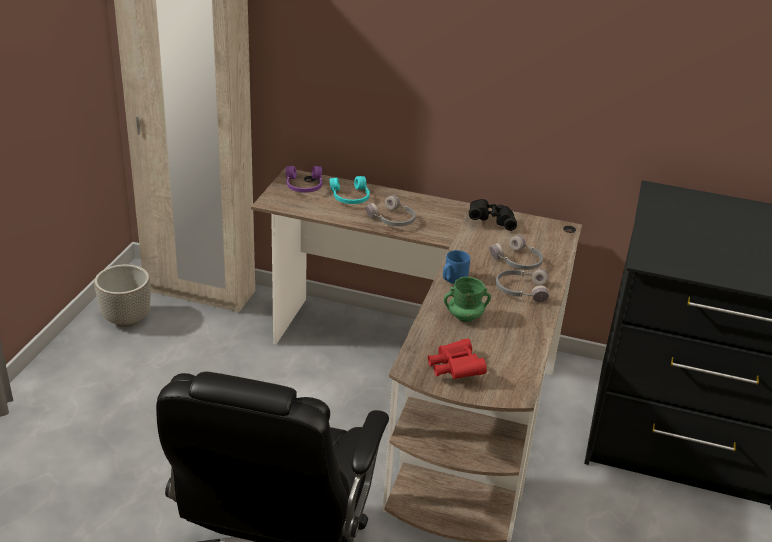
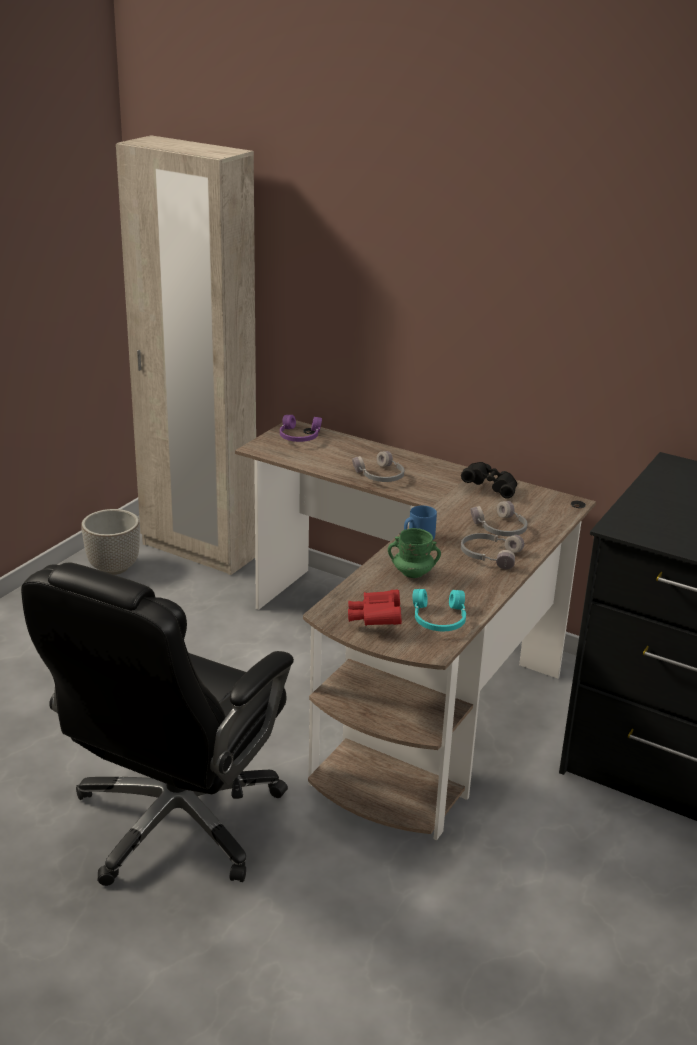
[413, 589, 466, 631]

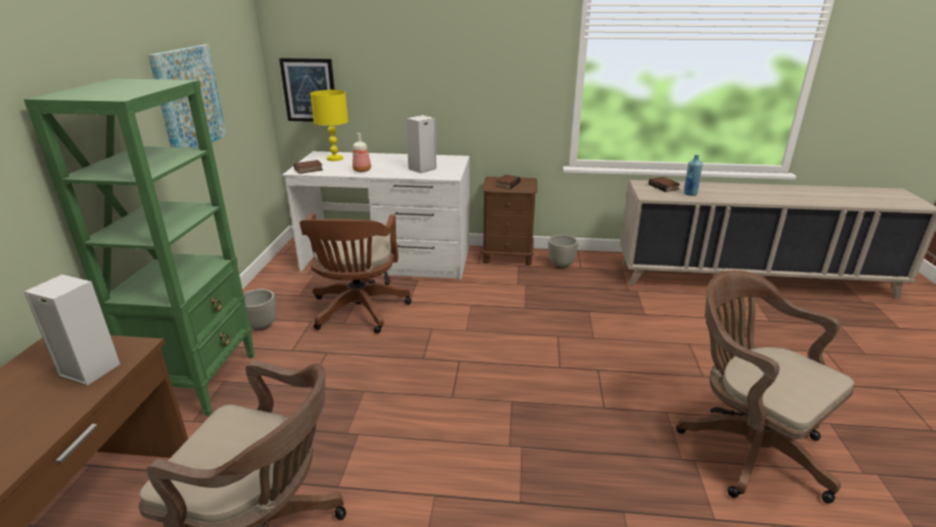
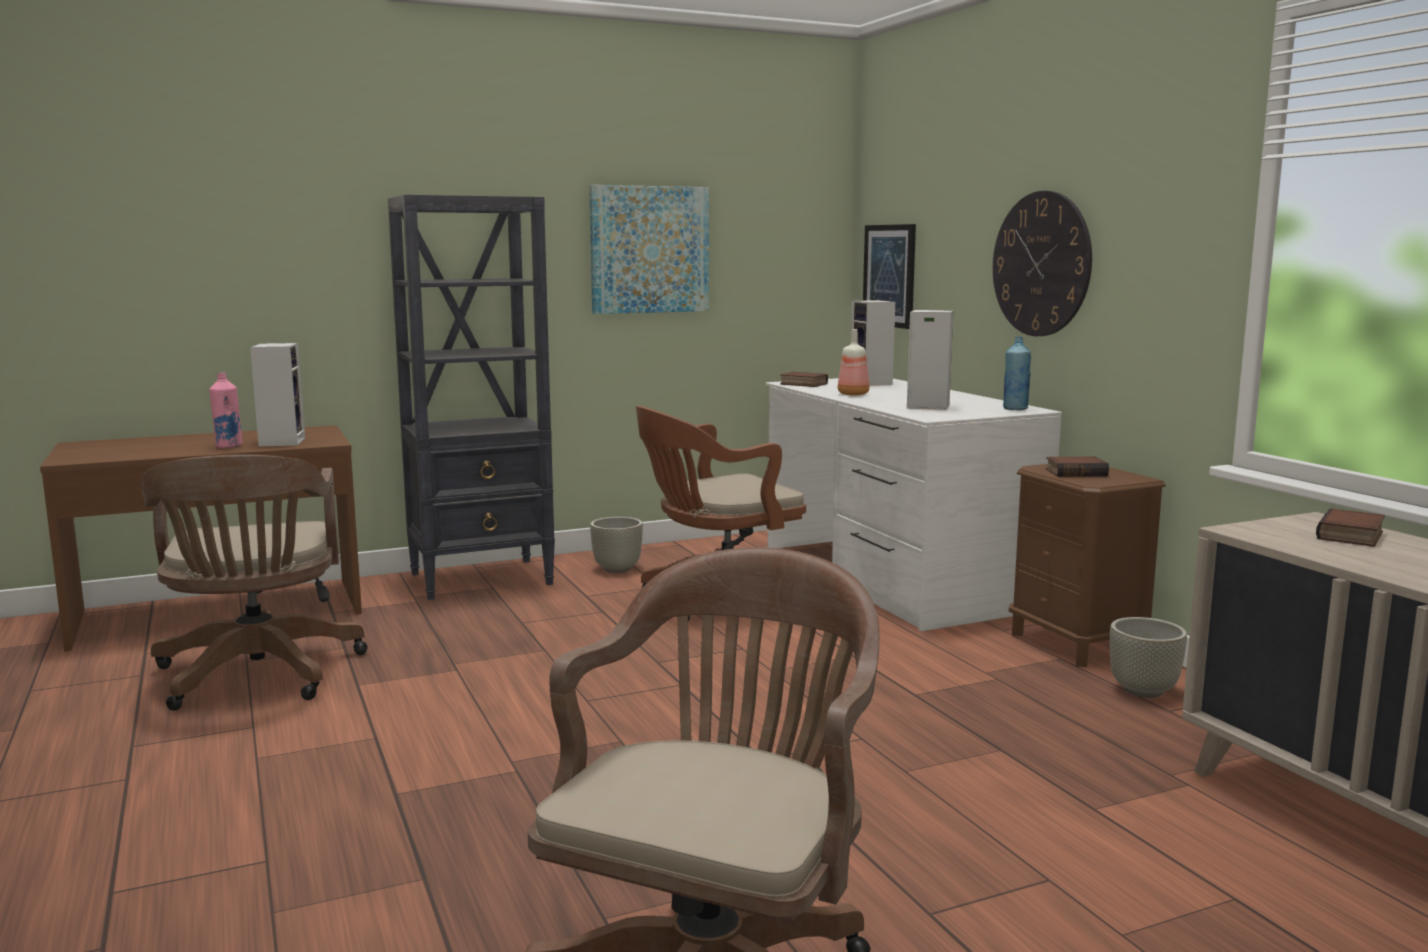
[209, 372, 242, 448]
[993, 191, 1092, 336]
[1003, 337, 1031, 410]
[851, 300, 895, 386]
[388, 195, 555, 600]

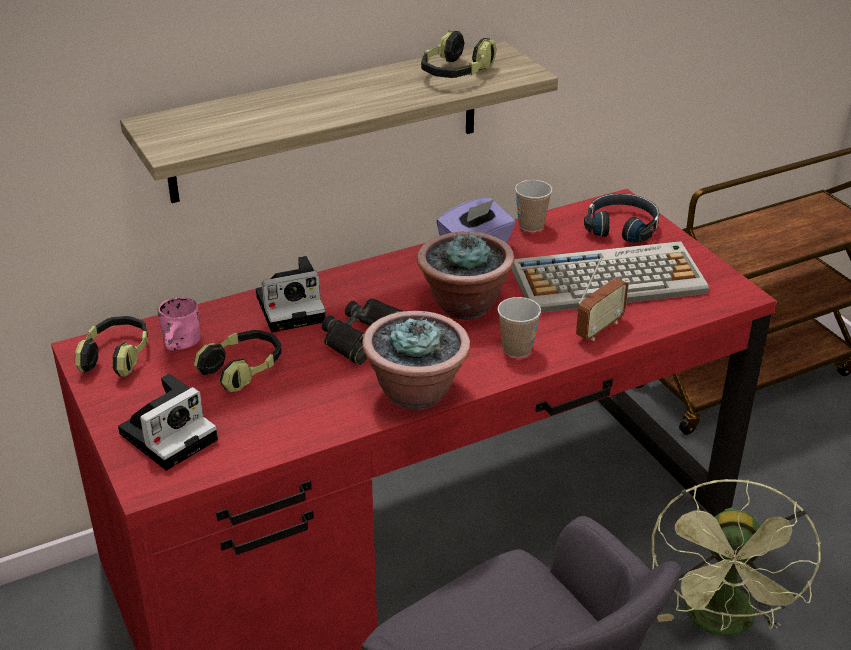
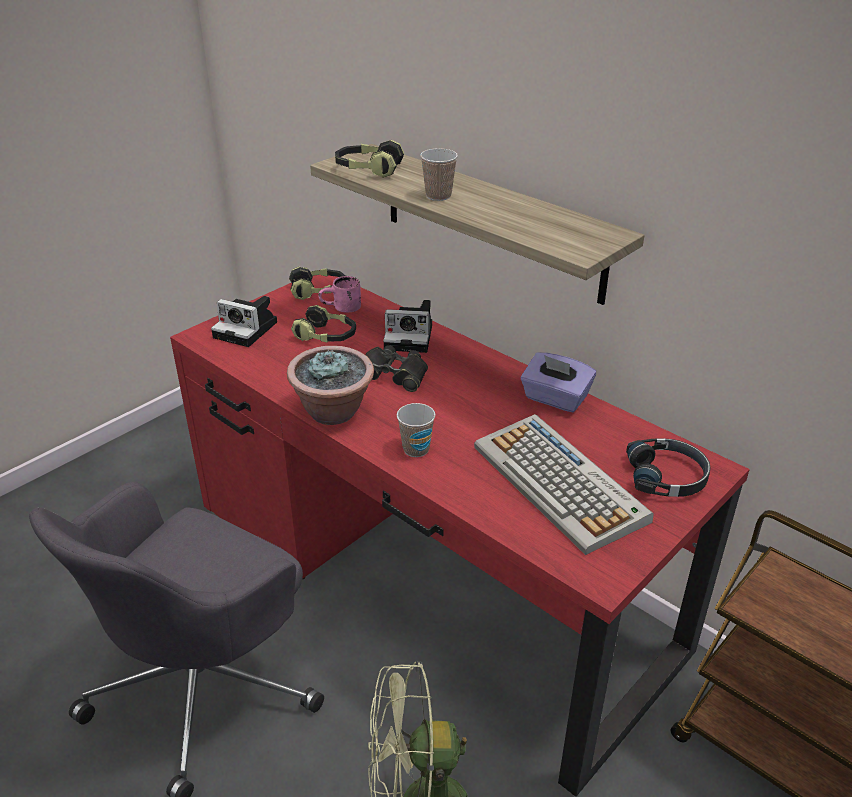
[417, 232, 515, 320] (first image)
[576, 258, 629, 341] (first image)
[335, 140, 404, 178]
[420, 148, 458, 201]
[383, 300, 432, 353]

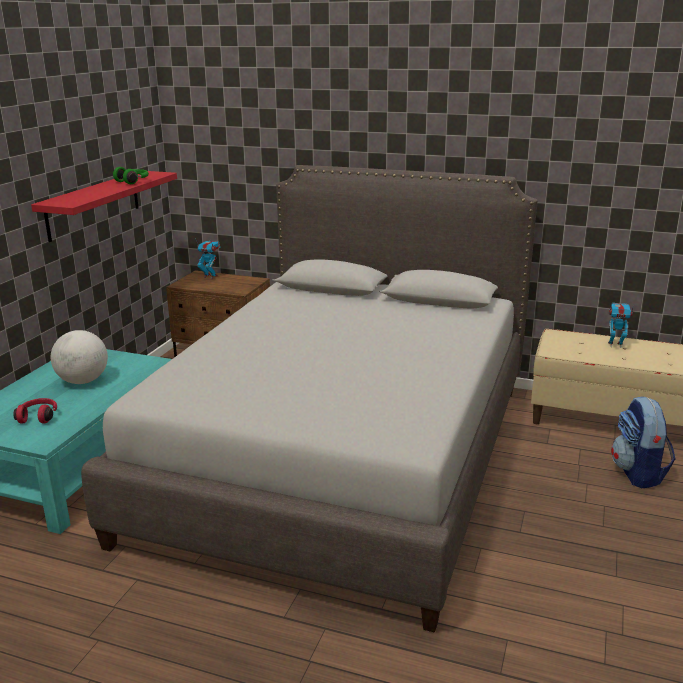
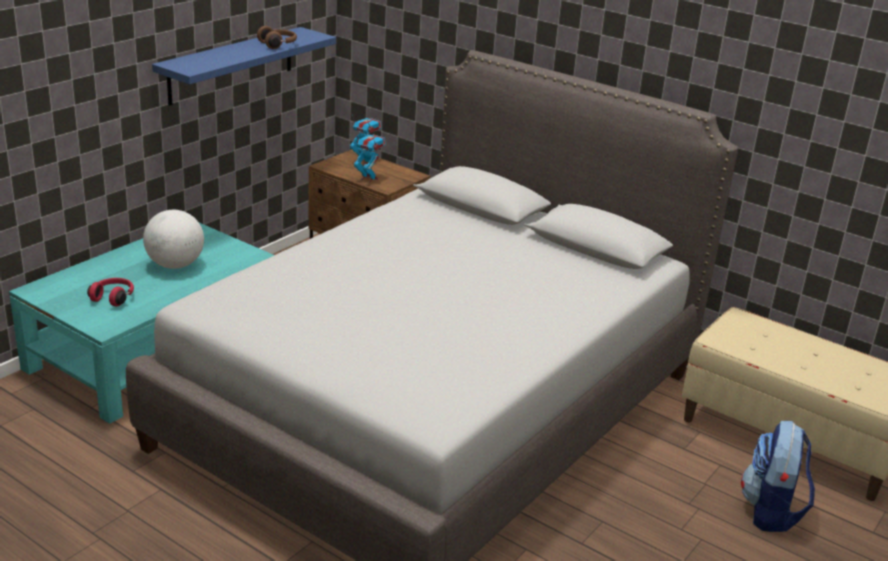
[354, 131, 386, 182]
[152, 27, 336, 106]
[257, 26, 297, 49]

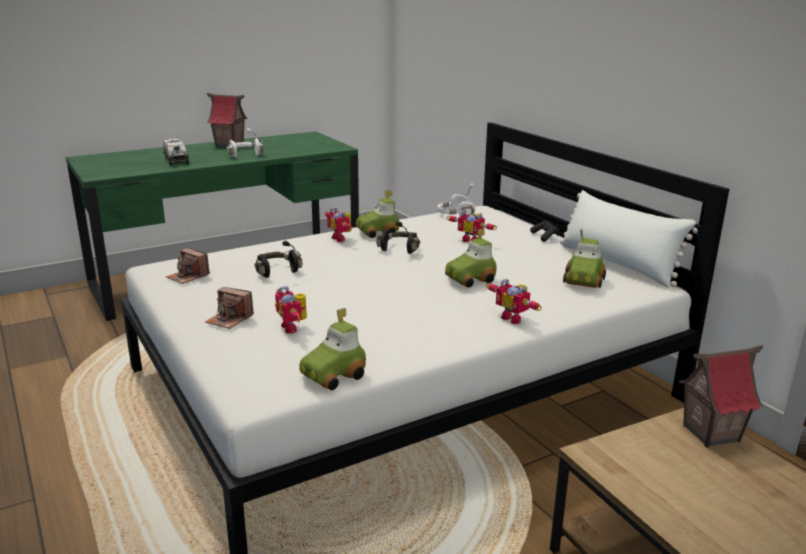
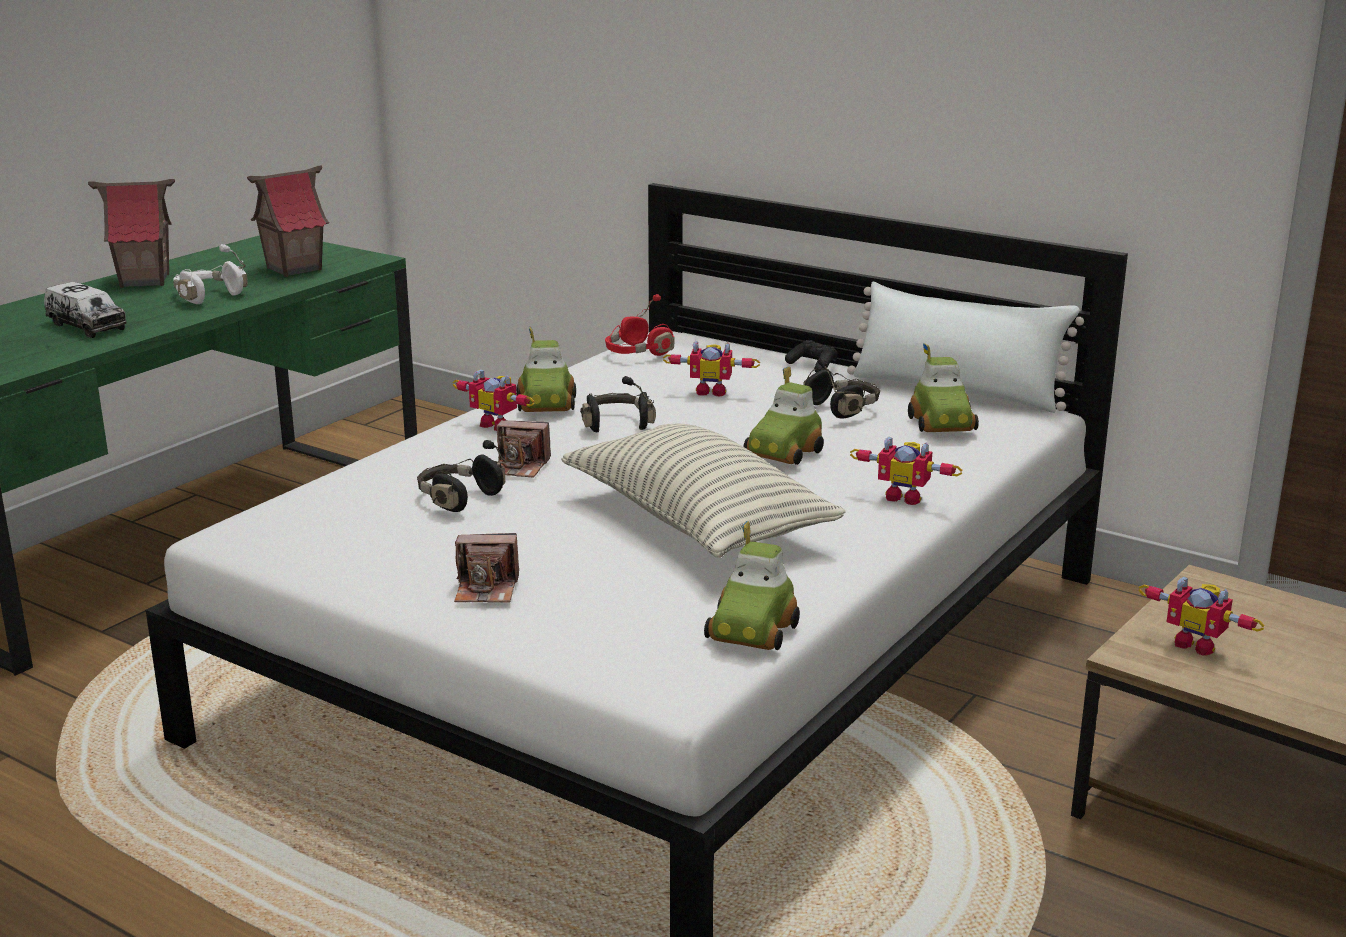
[562, 424, 846, 558]
[804, 357, 880, 419]
[497, 420, 551, 478]
[1138, 577, 1265, 655]
[247, 165, 329, 277]
[605, 294, 674, 356]
[516, 327, 576, 412]

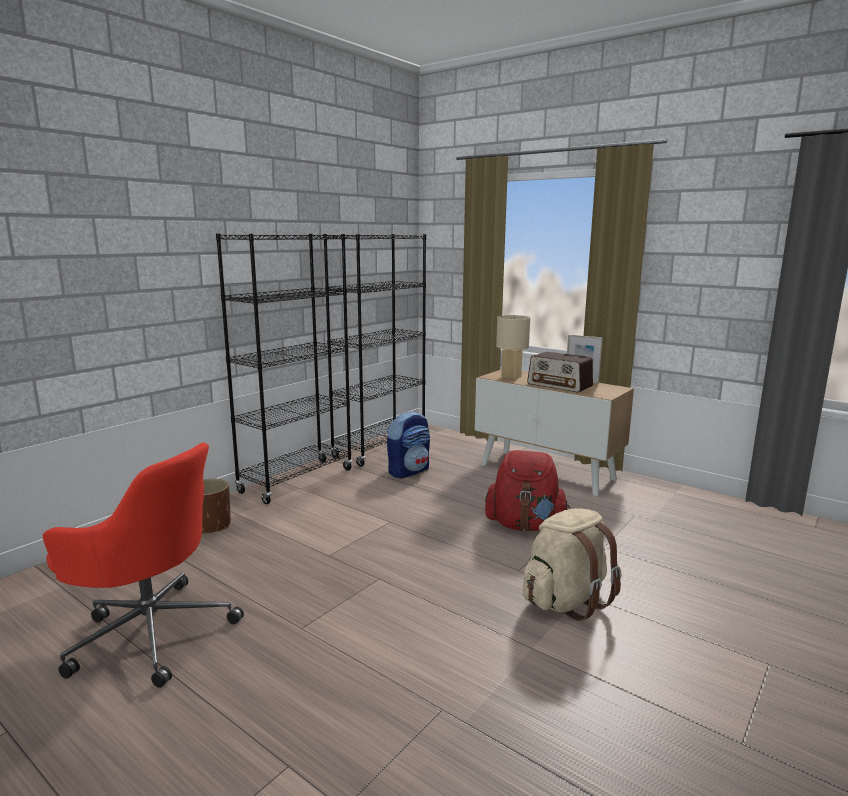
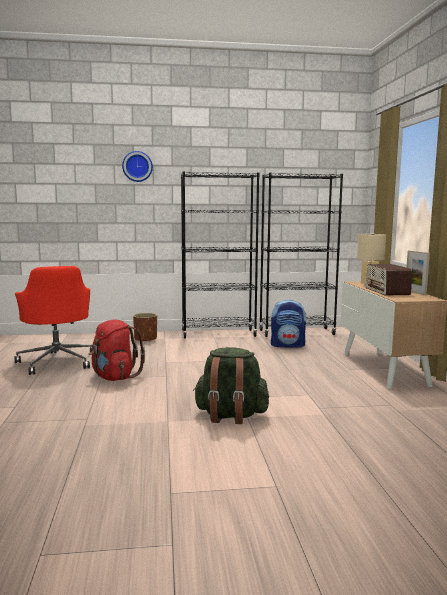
[122, 151, 153, 182]
[89, 320, 145, 381]
[193, 347, 269, 424]

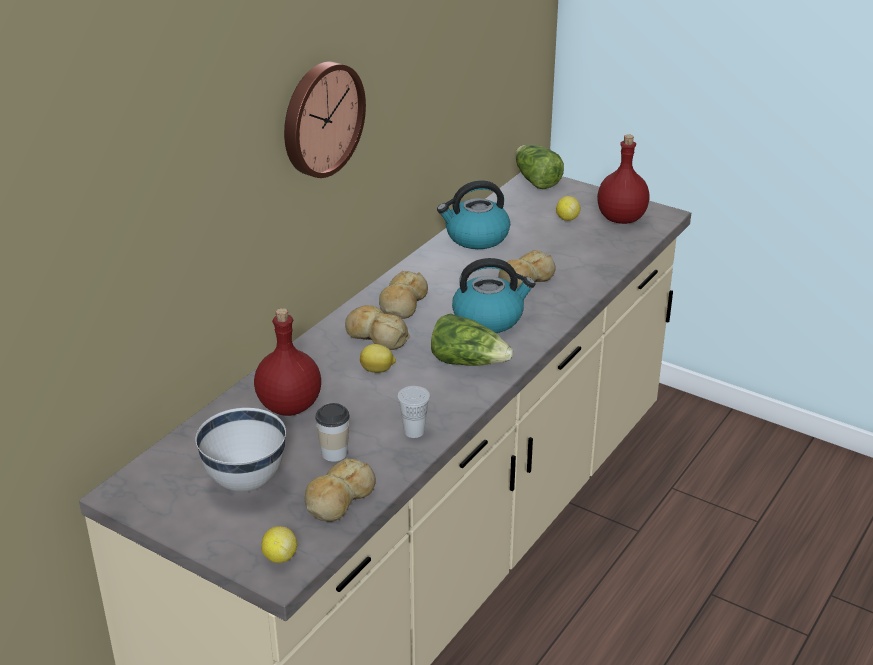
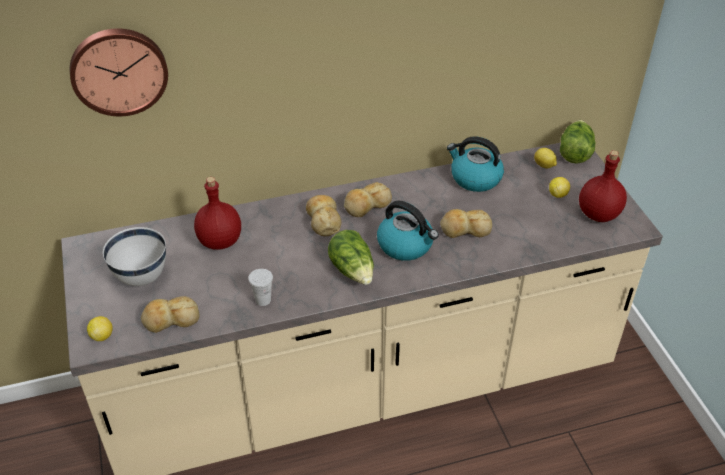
[315, 403, 350, 462] (first image)
[70, 28, 168, 116]
[534, 148, 557, 168]

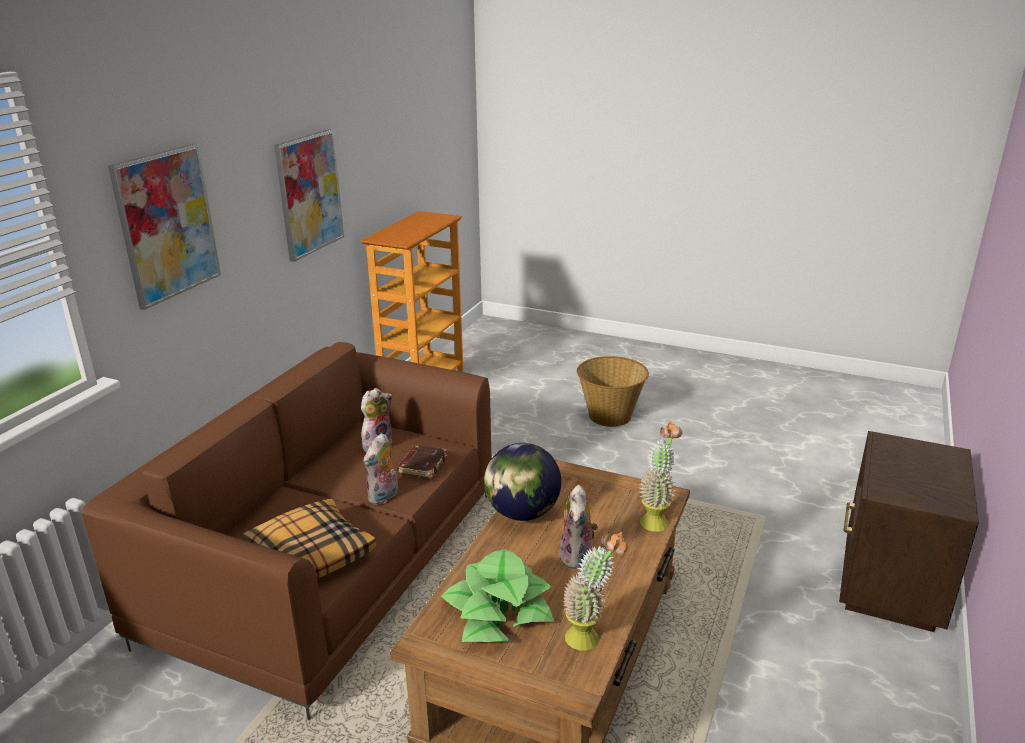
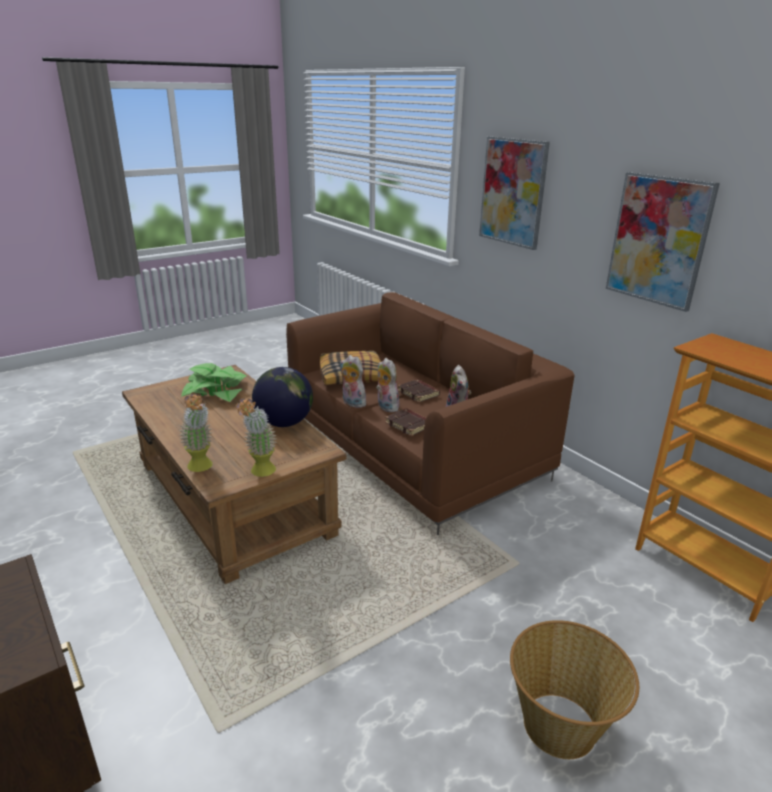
[398, 379, 440, 403]
[340, 355, 366, 408]
[235, 397, 277, 477]

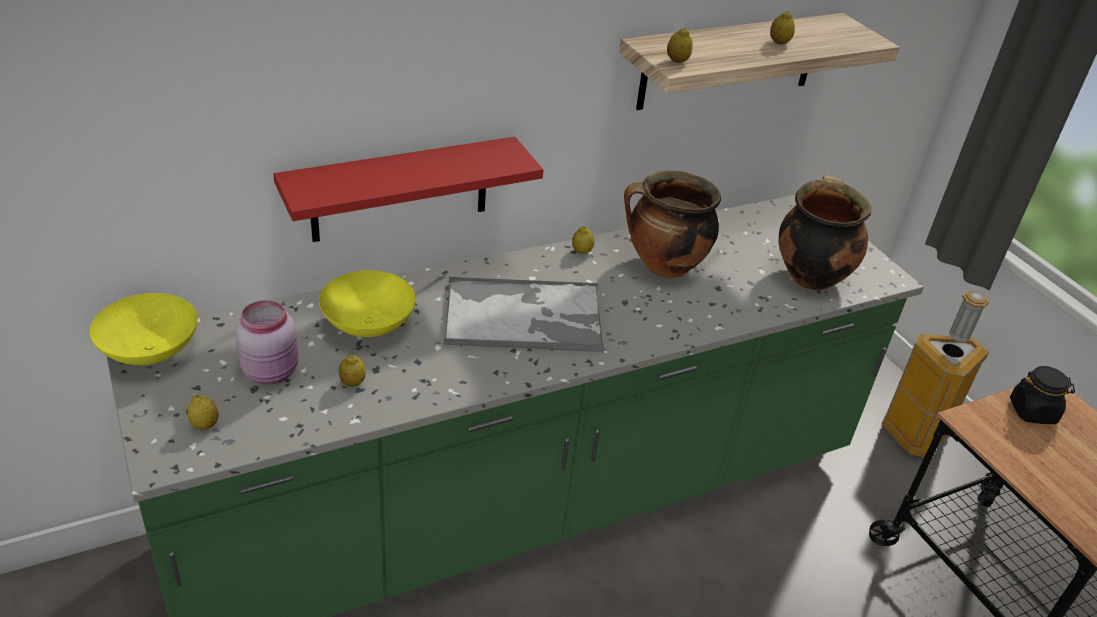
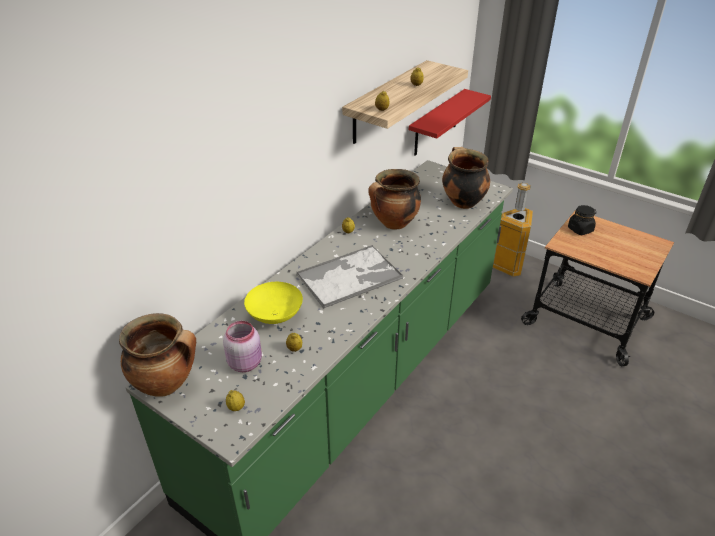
[409, 89, 491, 156]
[119, 313, 196, 397]

